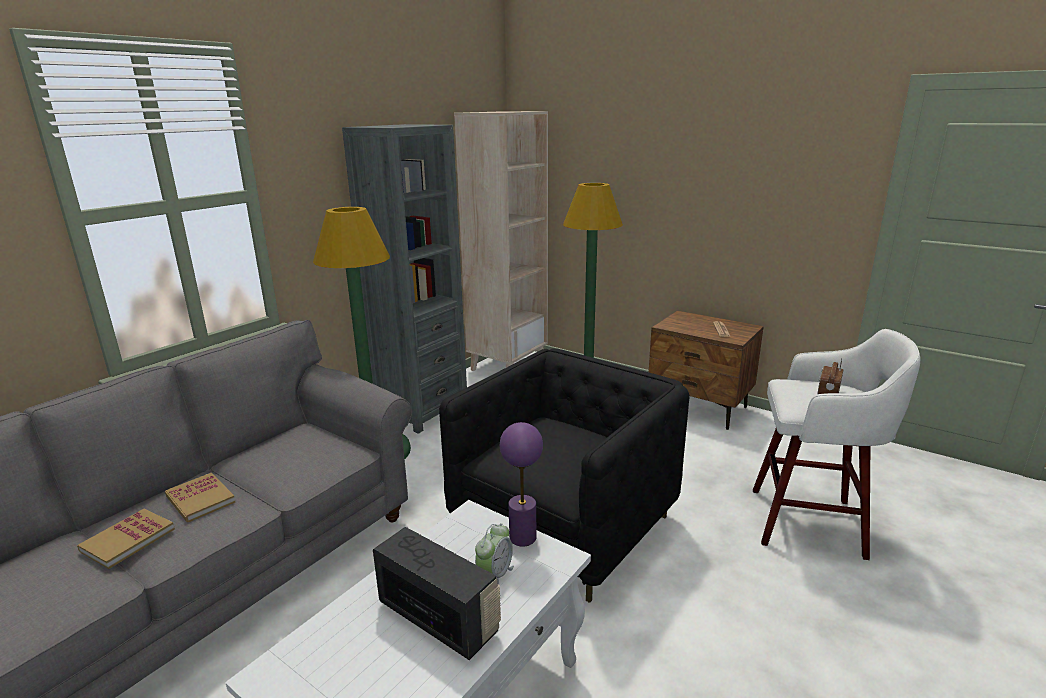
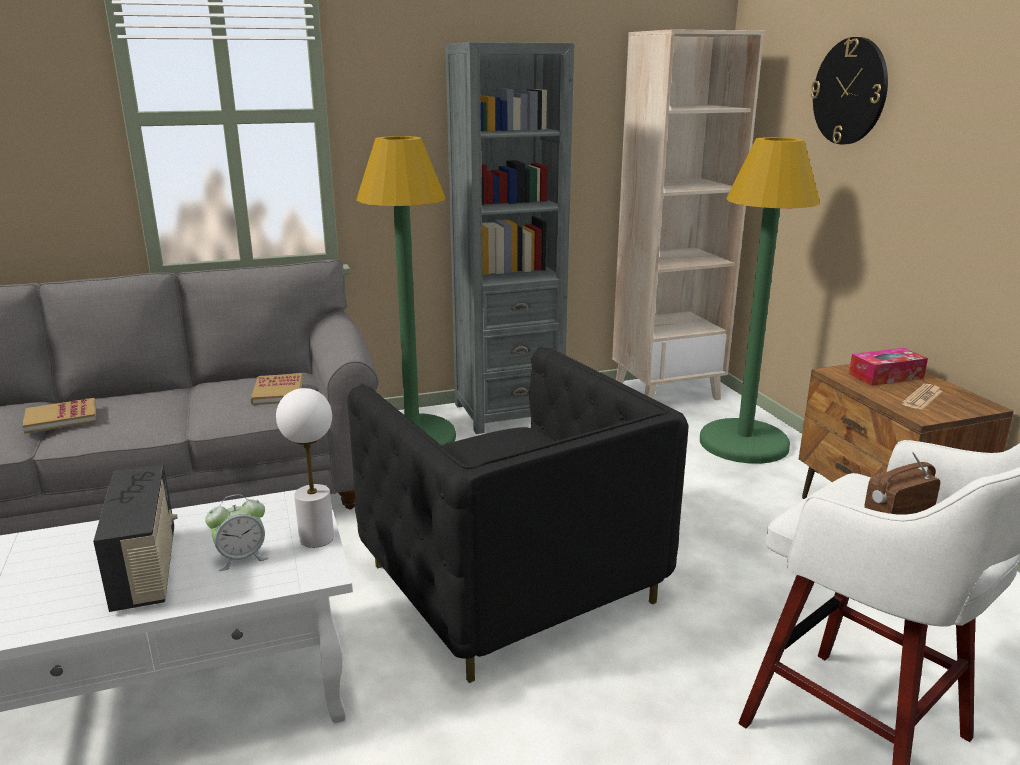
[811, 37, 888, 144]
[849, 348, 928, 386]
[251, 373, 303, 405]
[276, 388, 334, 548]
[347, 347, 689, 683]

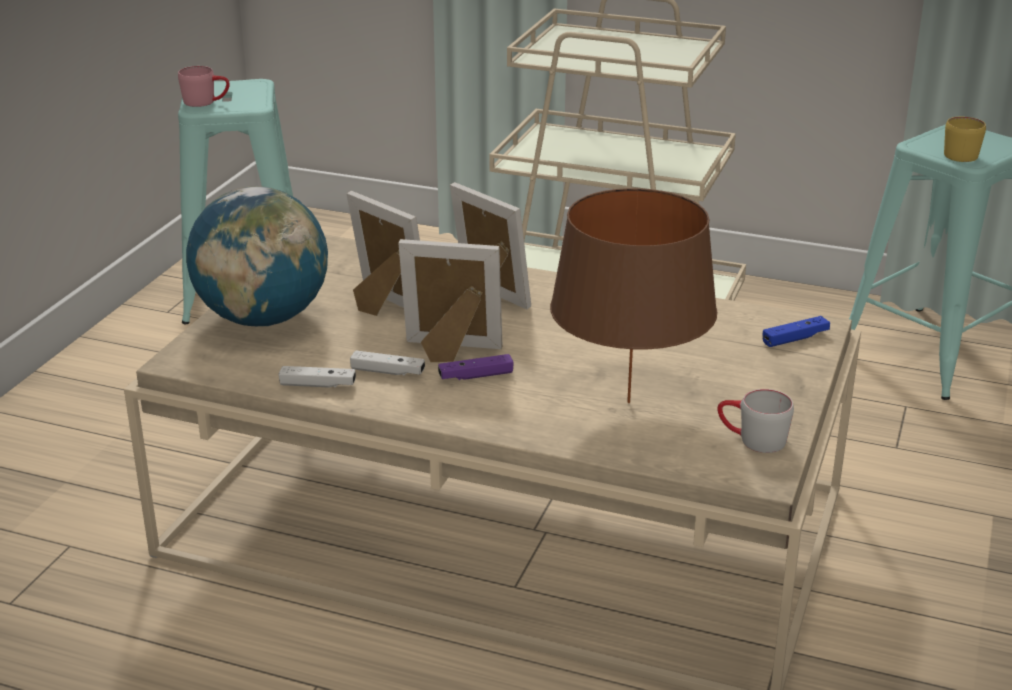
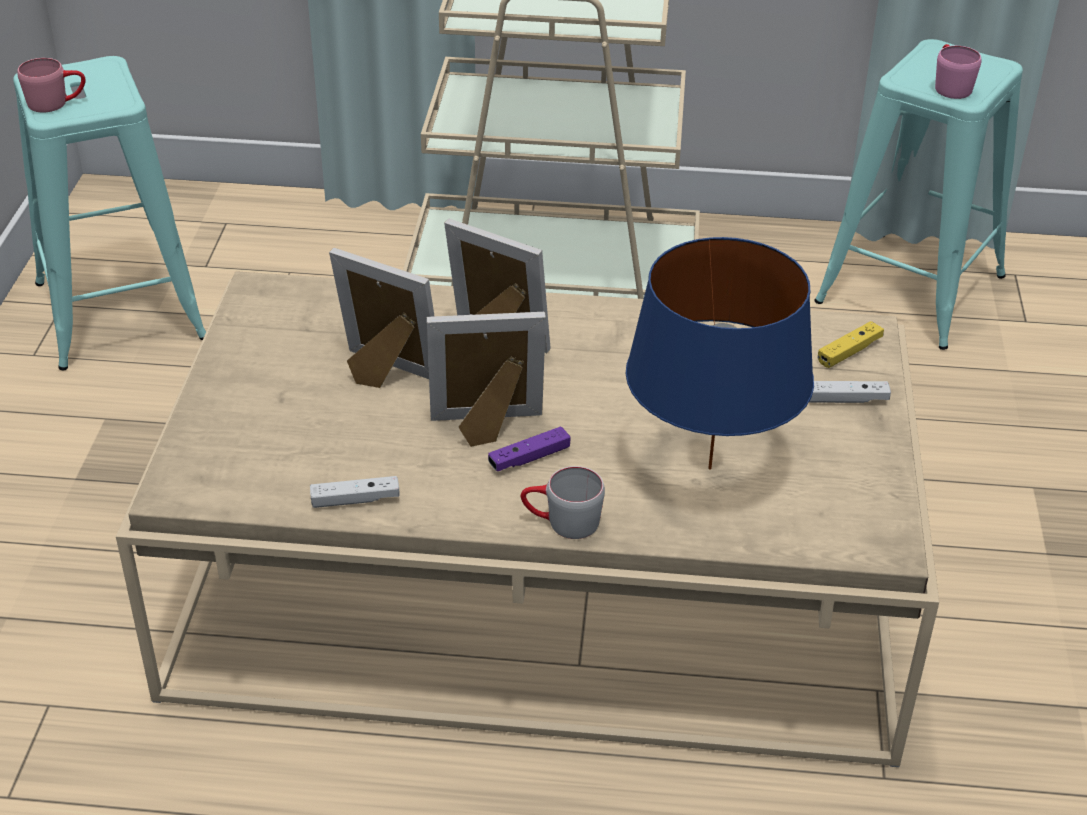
[186, 186, 328, 326] (first image)
[809, 381, 891, 403]
[521, 466, 605, 539]
[626, 237, 814, 470]
[818, 321, 884, 368]
[935, 44, 981, 99]

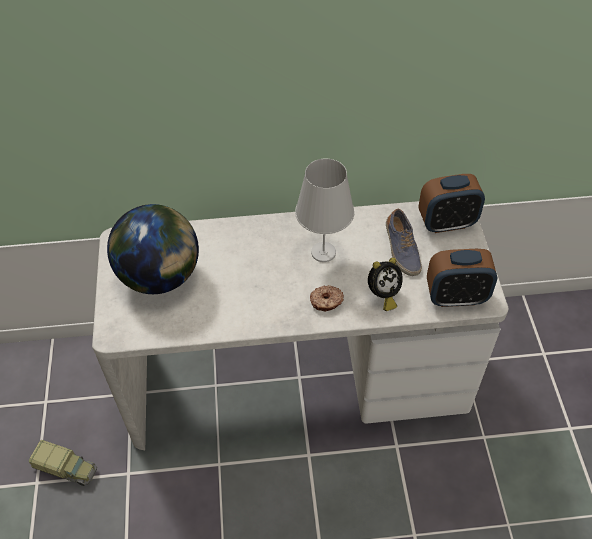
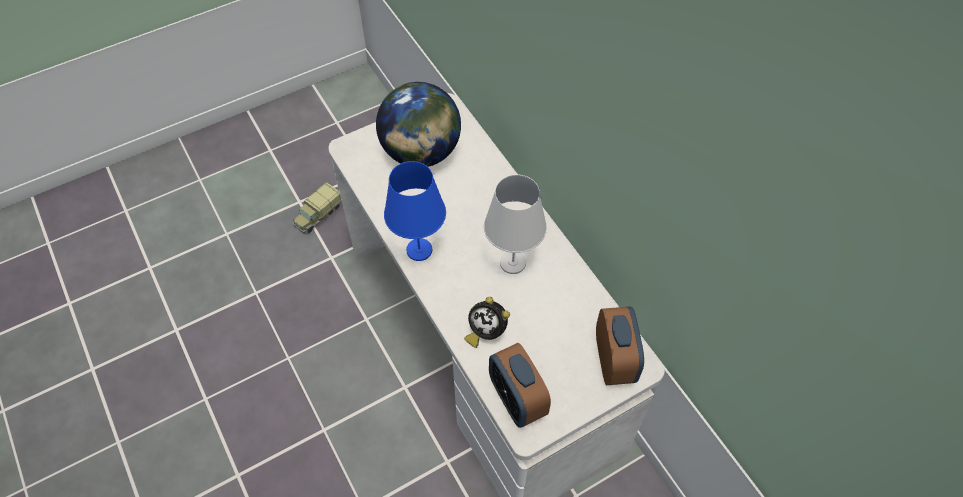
[310, 285, 344, 312] (first image)
[386, 209, 422, 276] (first image)
[384, 161, 446, 261]
[293, 182, 342, 233]
[596, 306, 644, 385]

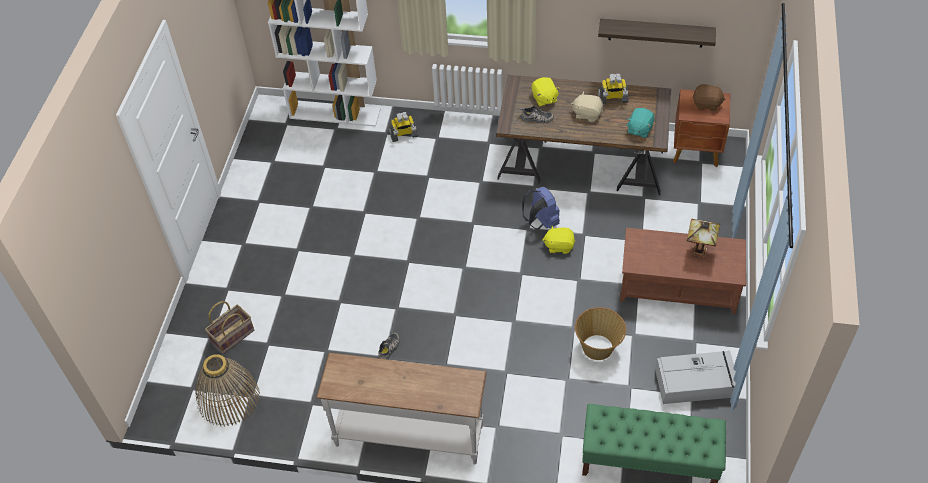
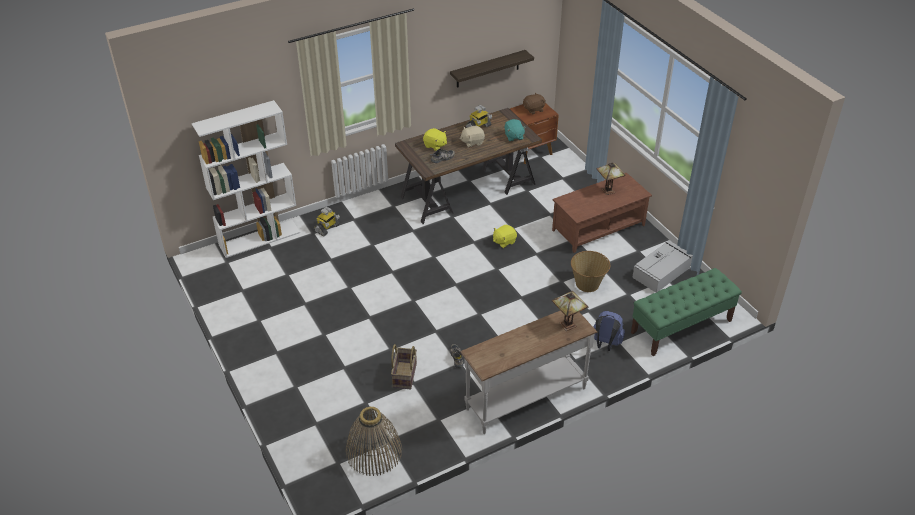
[552, 291, 589, 331]
[391, 344, 417, 389]
[594, 311, 625, 351]

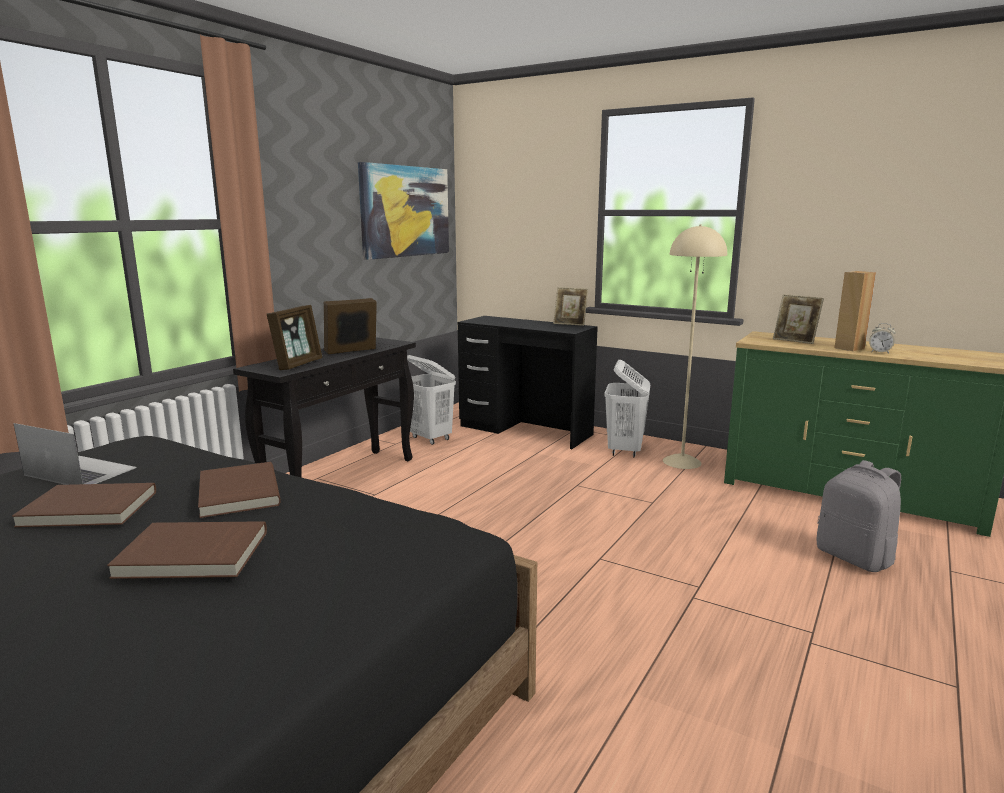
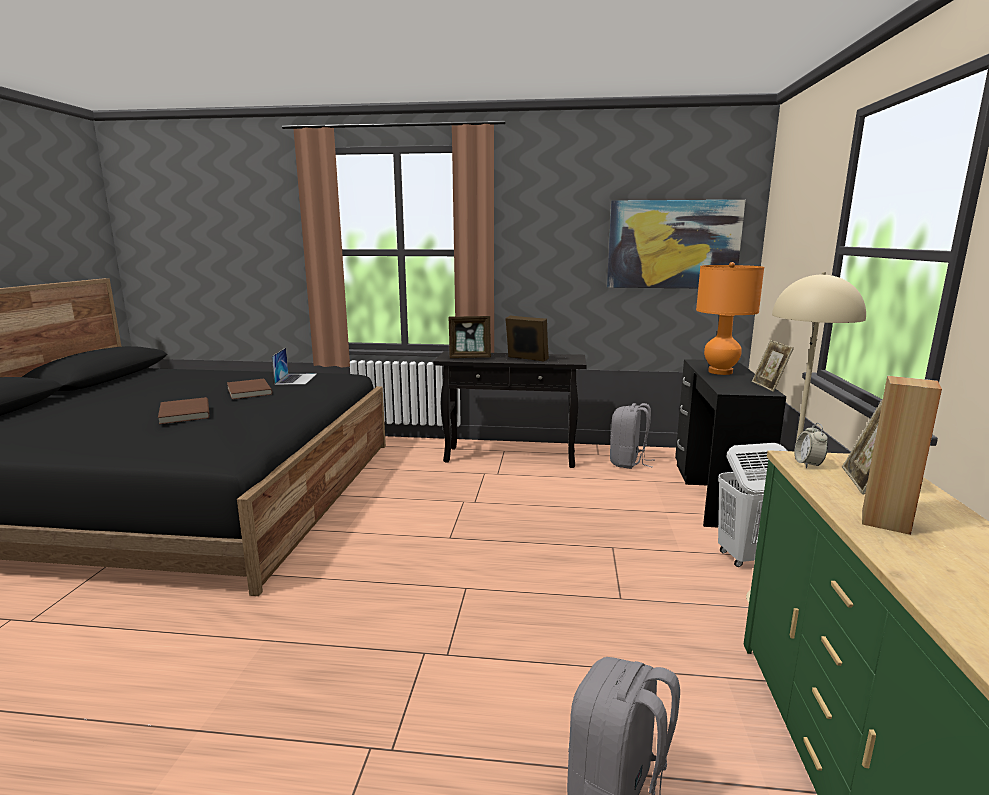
[198, 462, 281, 518] (first image)
[696, 262, 764, 375]
[795, 423, 828, 468]
[610, 403, 655, 469]

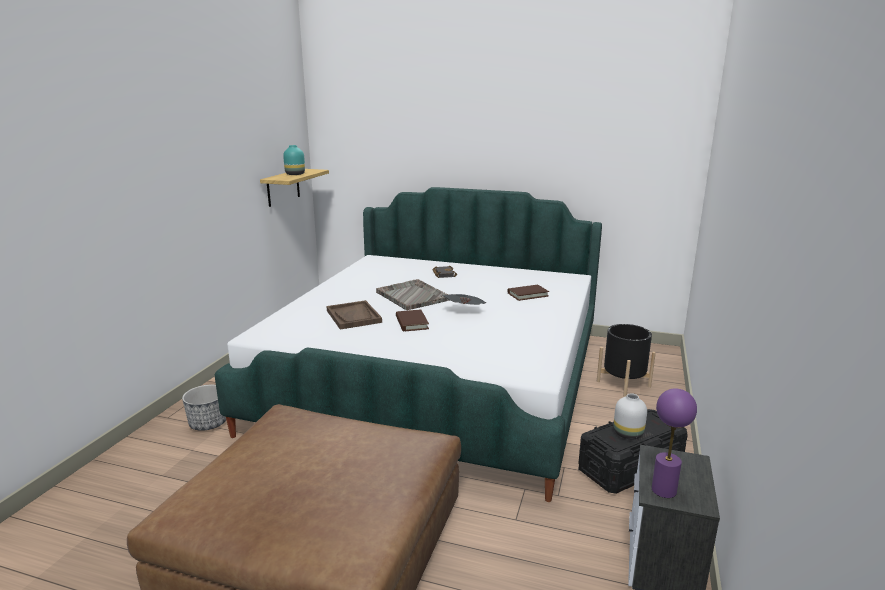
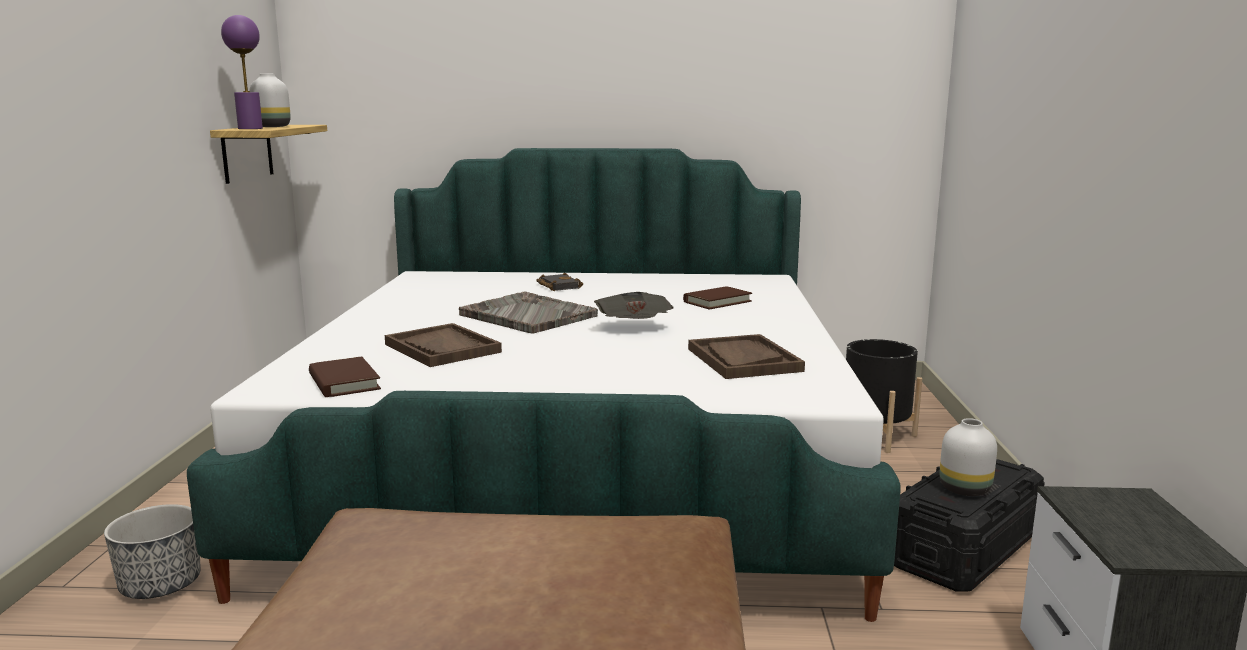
[688, 334, 805, 379]
[309, 356, 381, 397]
[221, 15, 263, 129]
[249, 74, 291, 127]

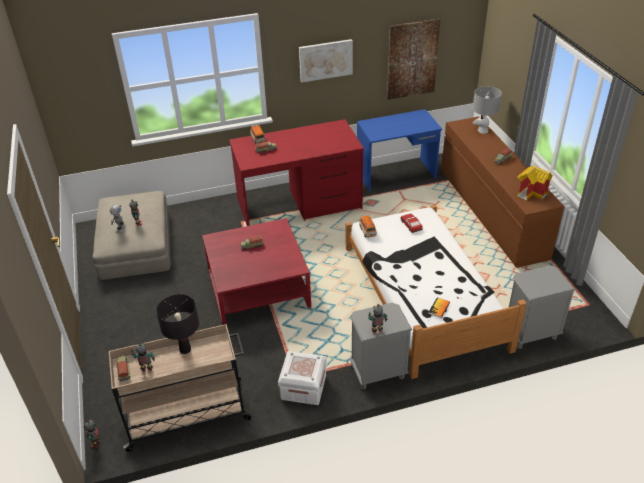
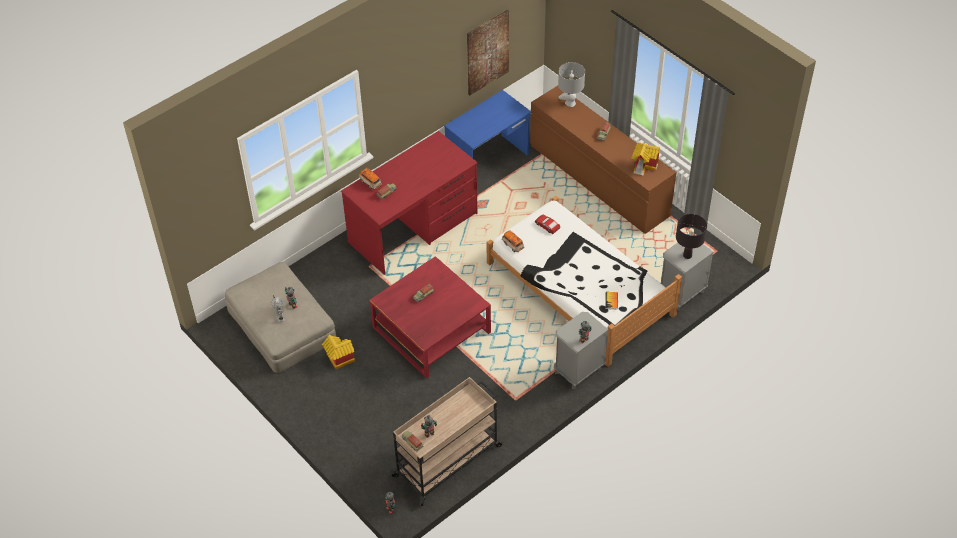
[278, 351, 327, 405] (first image)
[299, 39, 353, 83] (first image)
[322, 335, 355, 369]
[676, 214, 707, 259]

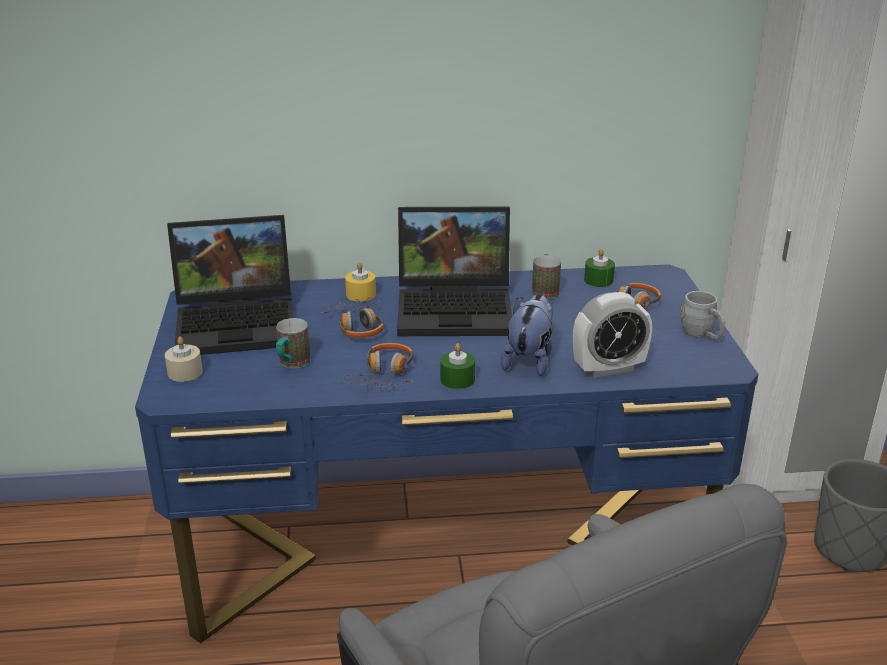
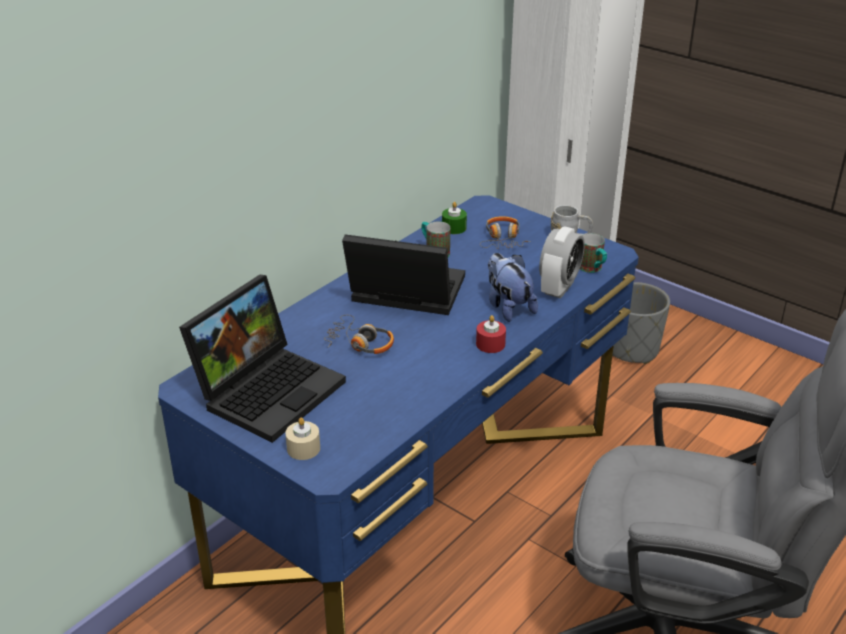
[343, 343, 414, 388] (first image)
[345, 262, 376, 302] (first image)
[580, 233, 607, 273]
[476, 315, 506, 353]
[342, 234, 465, 315]

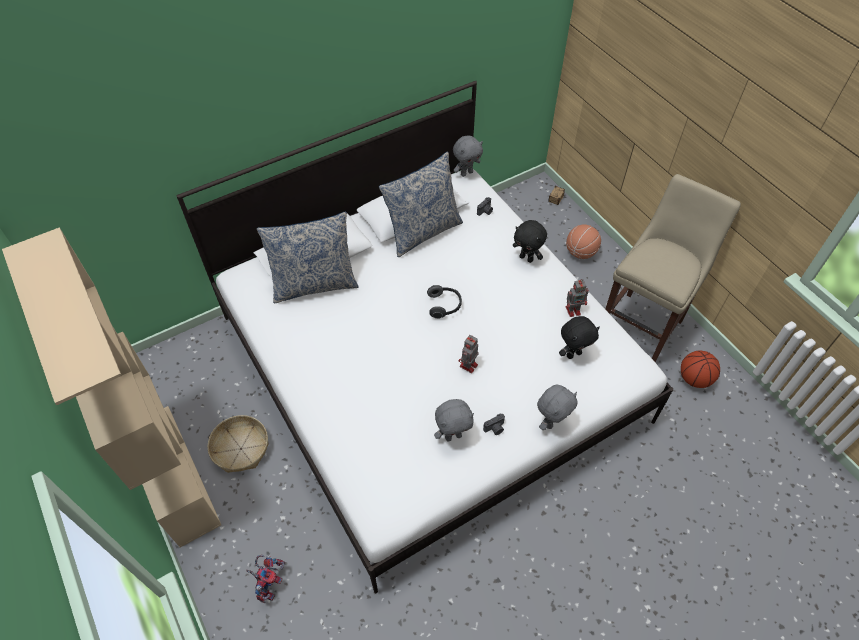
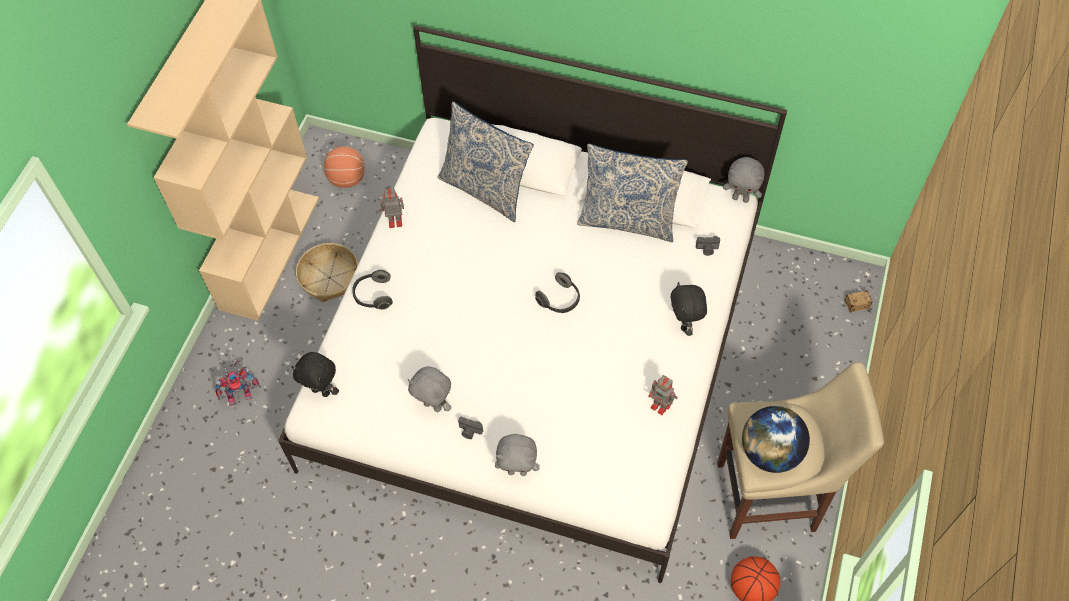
[352, 270, 393, 310]
[742, 406, 810, 473]
[379, 188, 404, 228]
[291, 352, 339, 397]
[324, 146, 365, 188]

